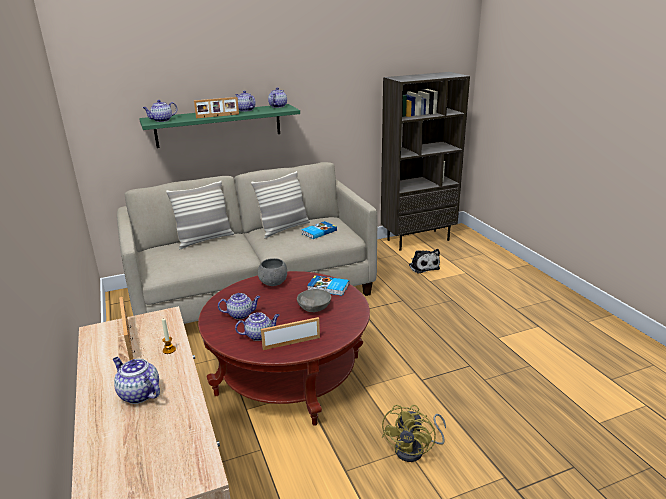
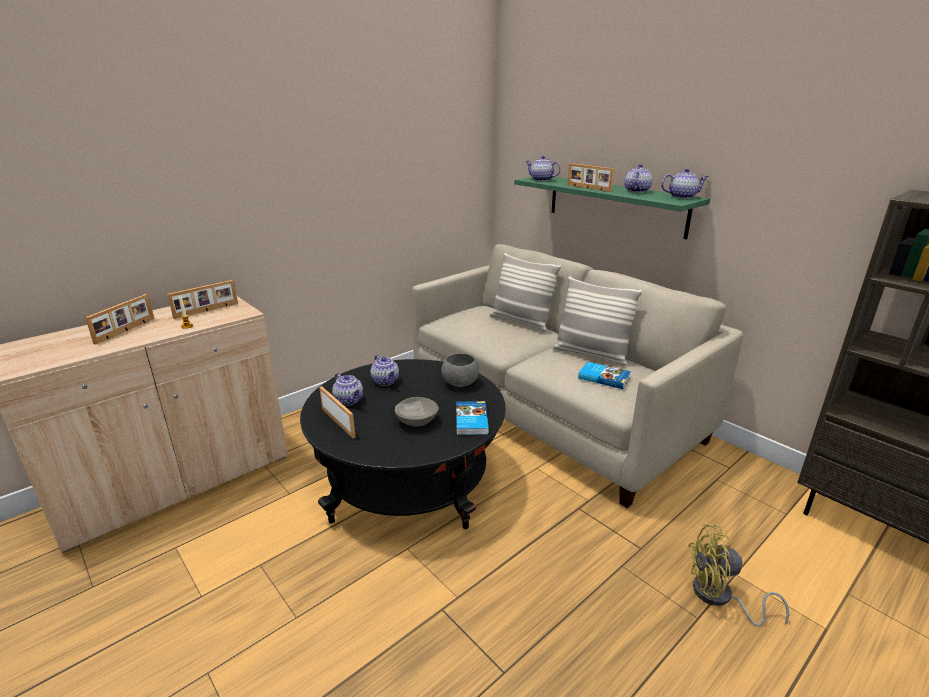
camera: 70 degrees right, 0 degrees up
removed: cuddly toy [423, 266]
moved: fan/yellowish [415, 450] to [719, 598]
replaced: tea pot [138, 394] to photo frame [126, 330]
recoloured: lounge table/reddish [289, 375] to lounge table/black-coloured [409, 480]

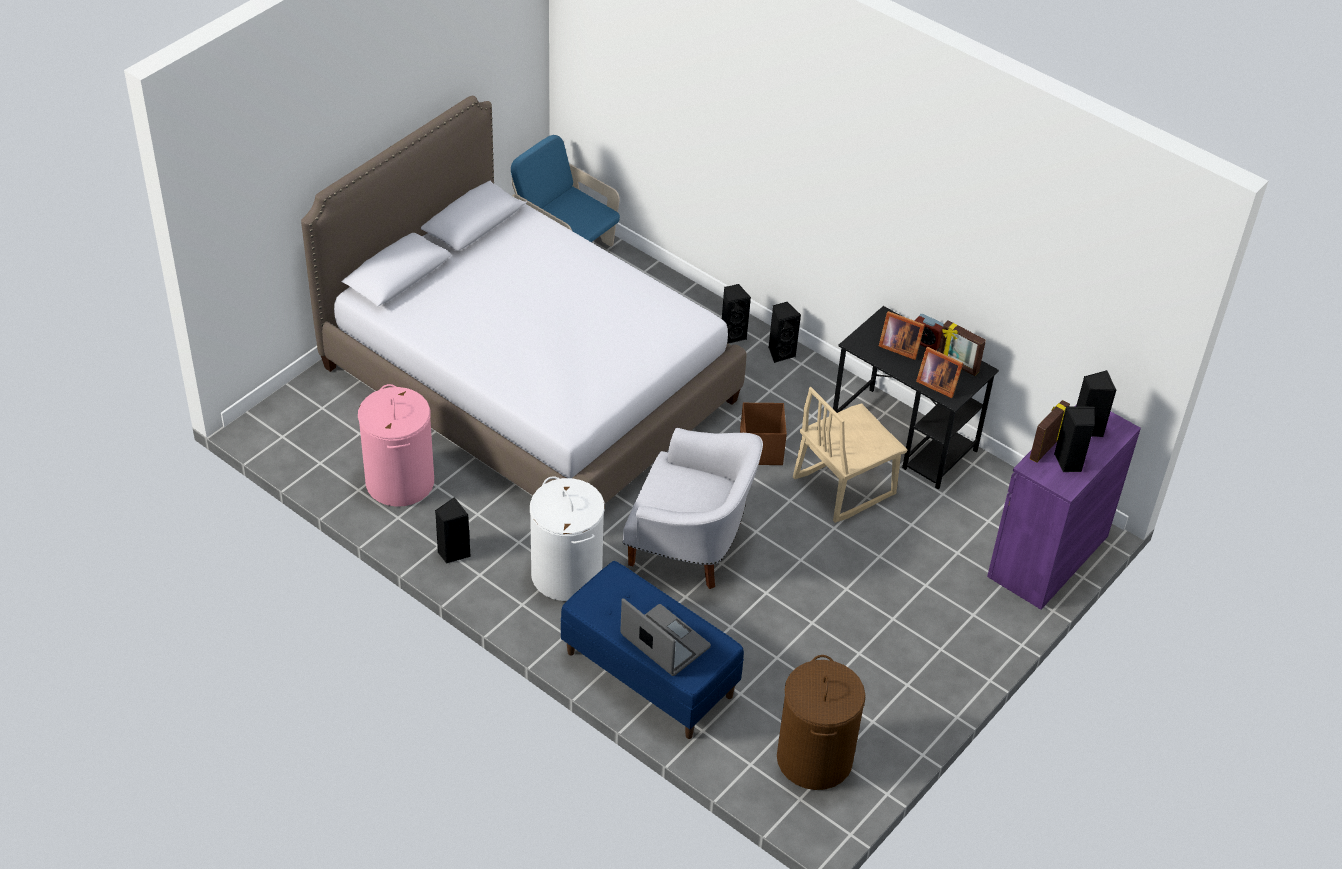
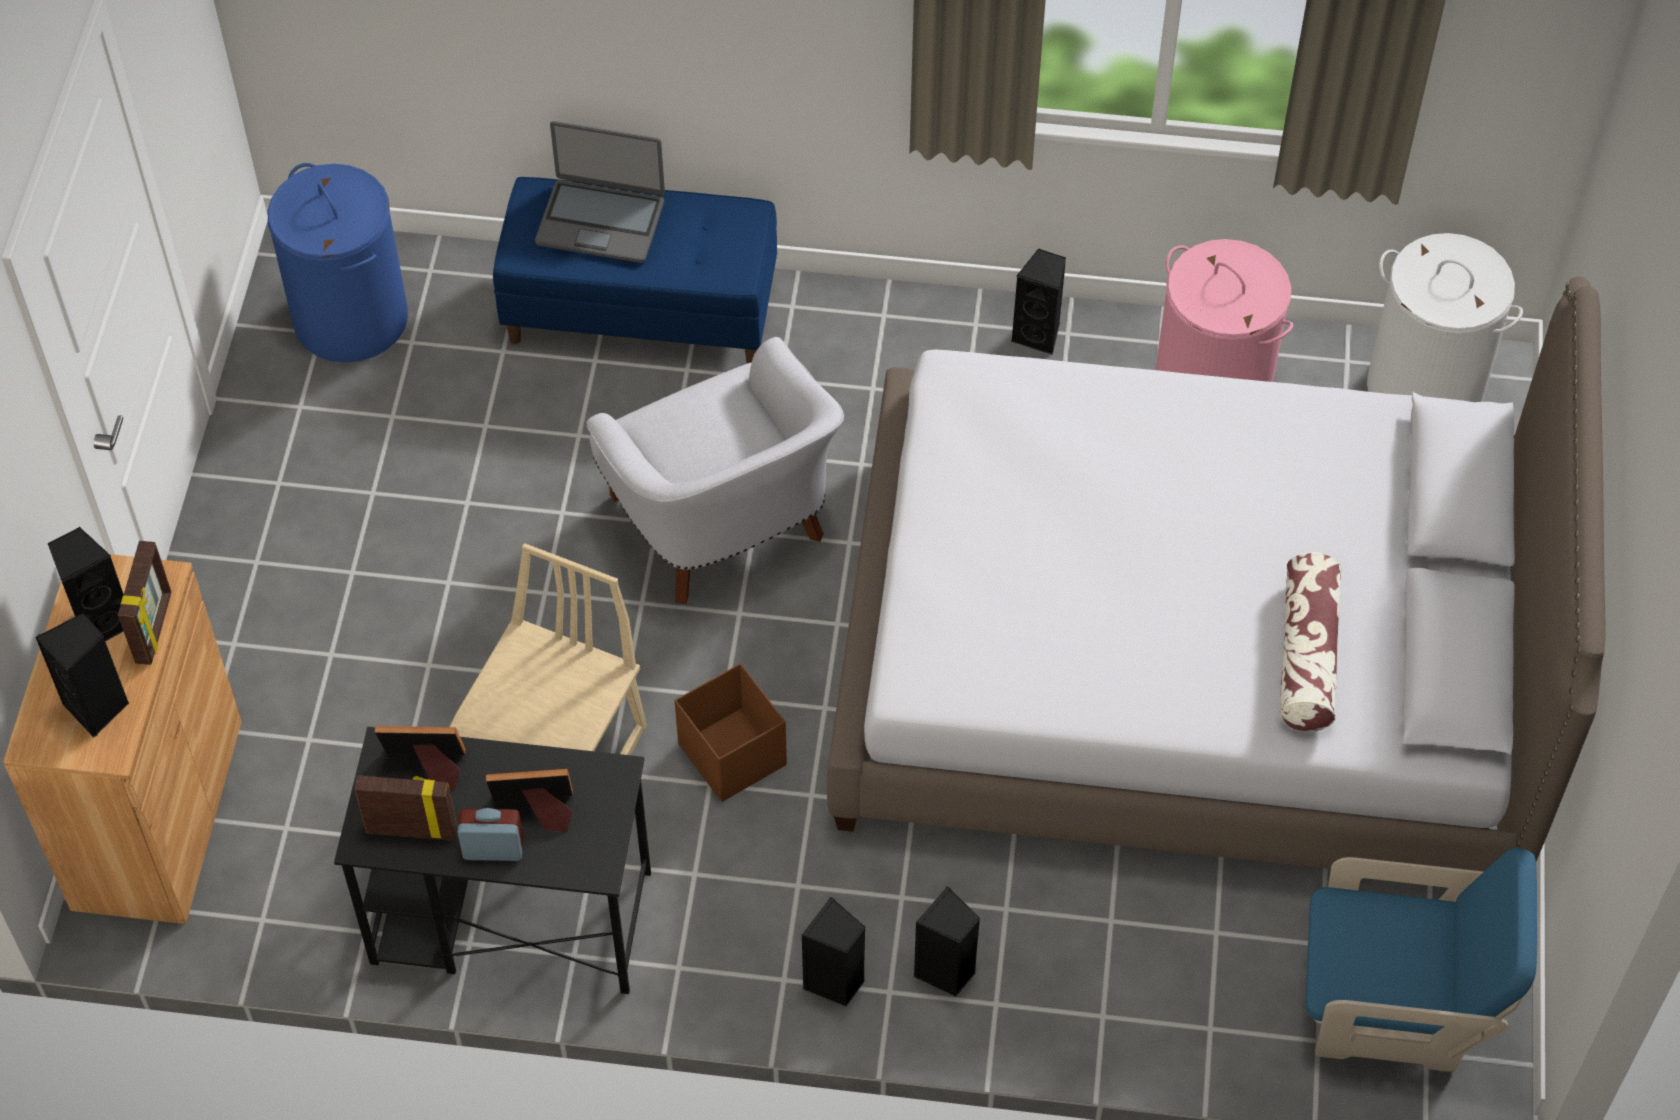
camera: 150 degrees right, 10 degrees up
added: cushion [1307, 655]
moved: hamper/white [567, 574] to [1424, 388]
recoloured: hamper/brownish [814, 758] to hamper/blue-coloured [351, 319]; cupboard/purple-coloured [1048, 556] to cupboard/brownish [157, 814]
turned: armchair/white [691, 545] = [721, 526] 105 degrees counterclockwise

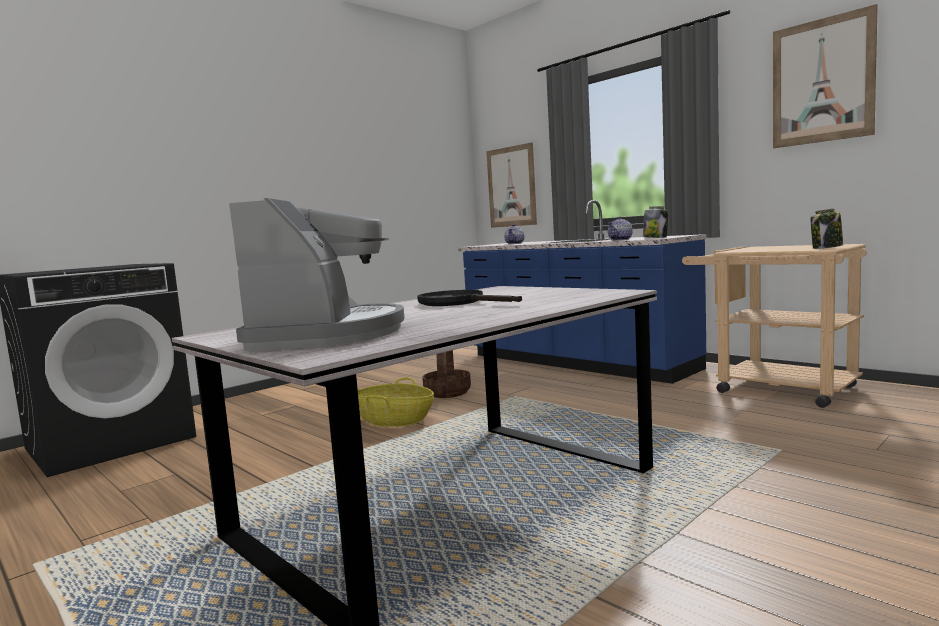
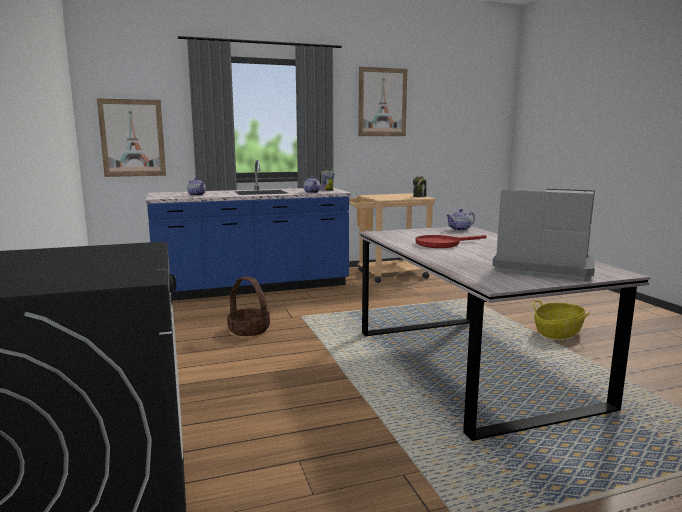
camera: 65 degrees left, 5 degrees up
added: tea pot [460, 229]
moved: basket [393, 420] to [558, 332]
recoloured: pan/black-coloured [458, 302] to pan/reddish [443, 244]

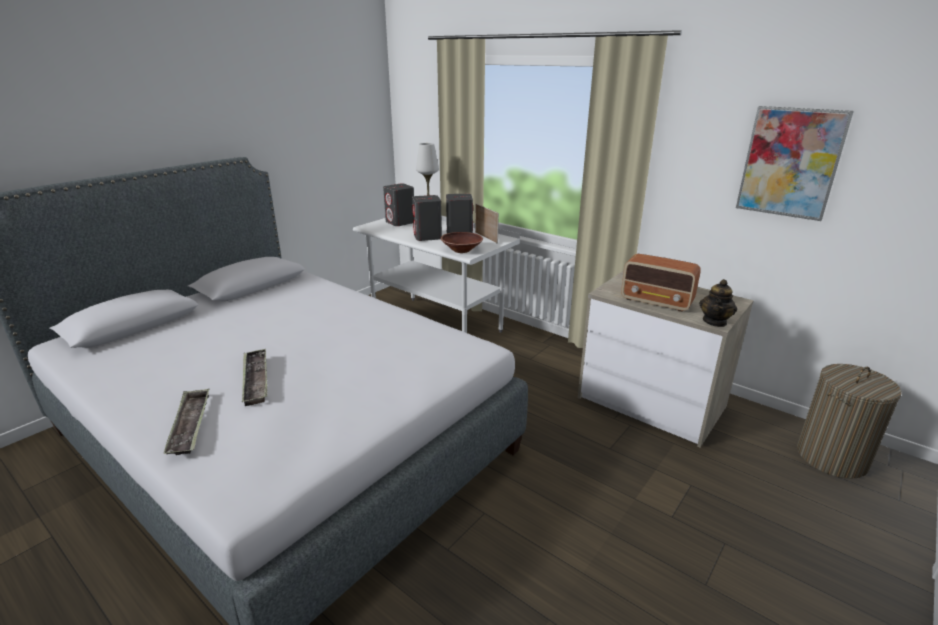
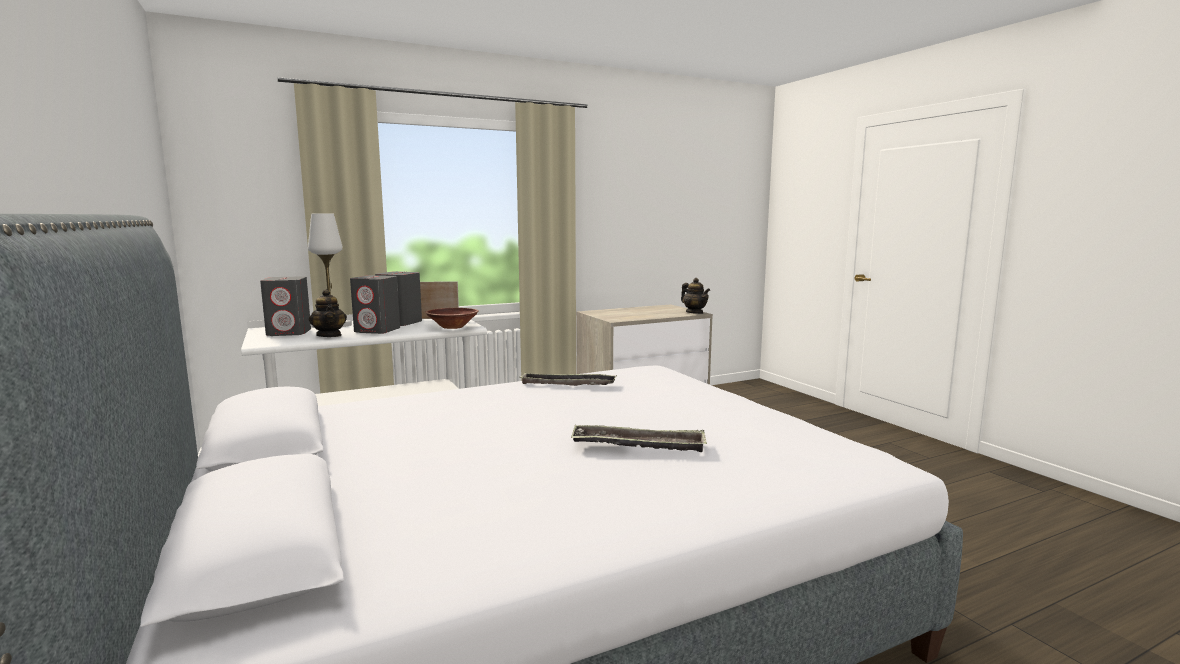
camera: 65 degrees left, 15 degrees down
removed: radio set [657, 302]; picture [790, 163]; hamper [831, 457]
added: tea pot [329, 335]
moved: serving tray [190, 425] to [568, 384]

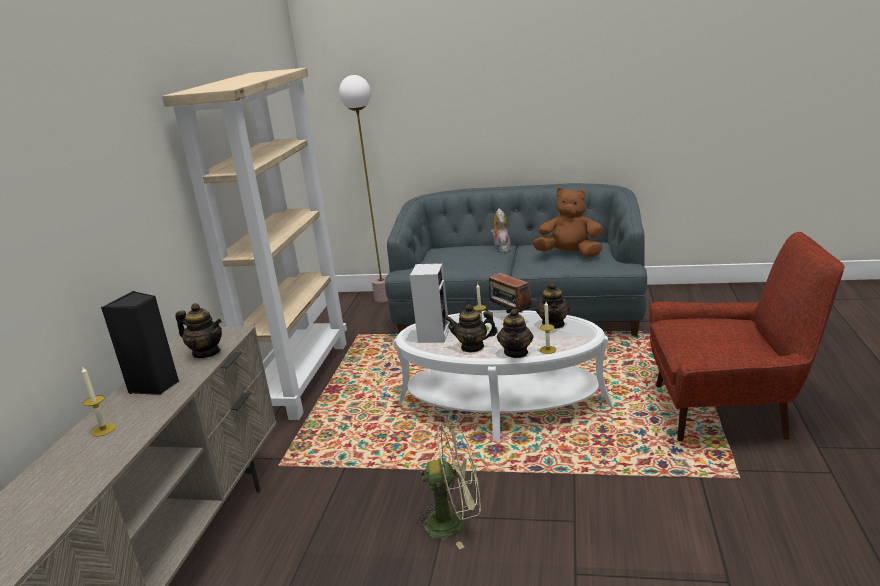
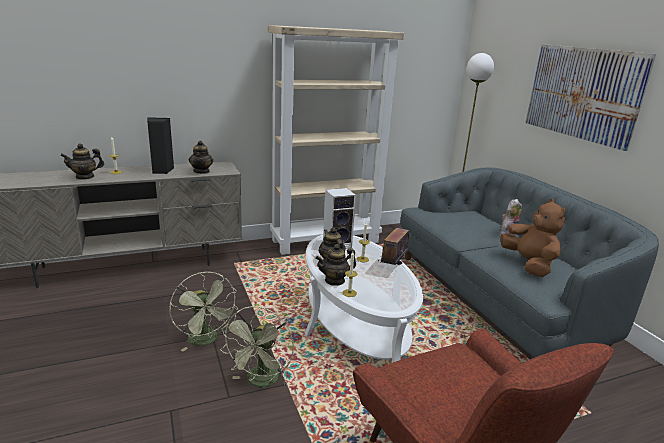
camera: 55 degrees right, 0 degrees up
added: fan/green [261, 382]; picture [582, 93]
moved: tea pot [553, 324] to [85, 177]

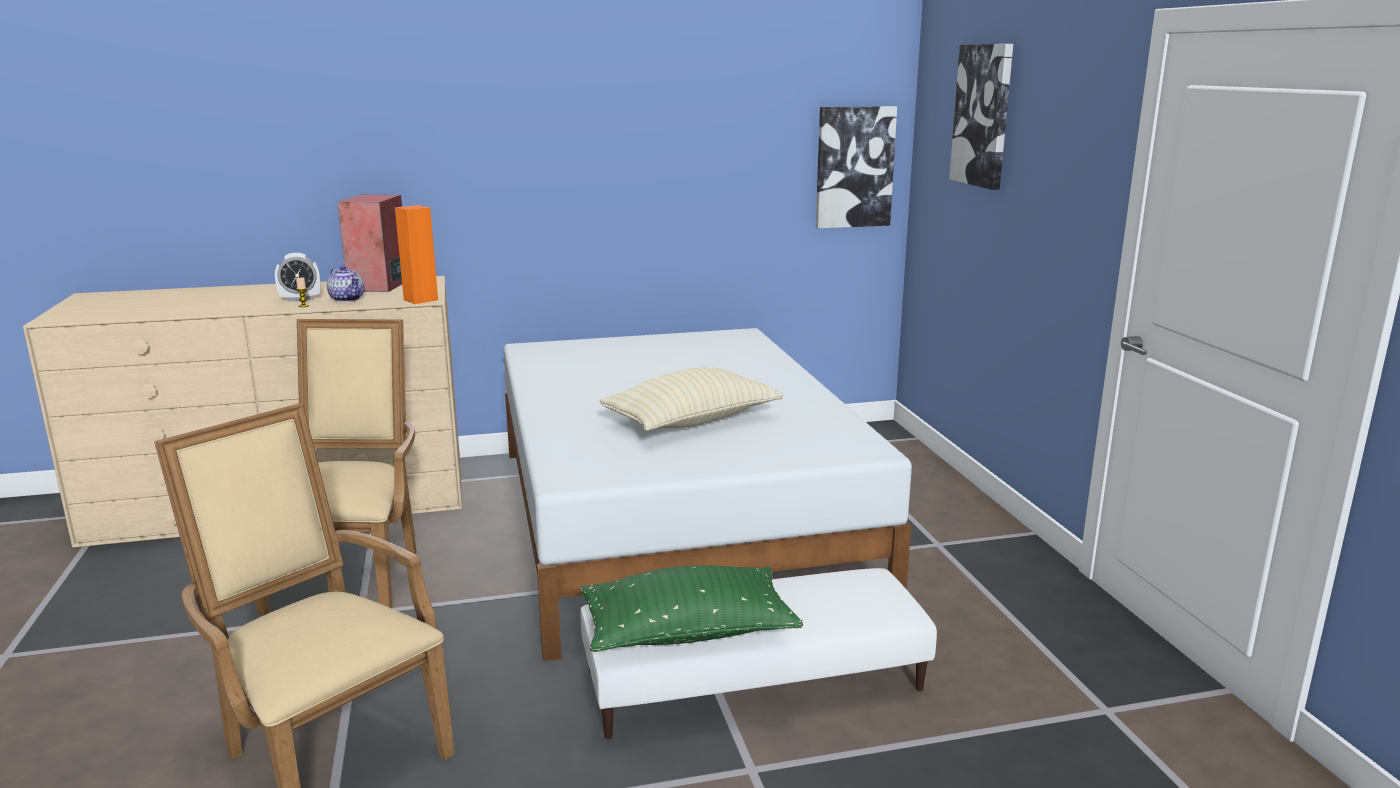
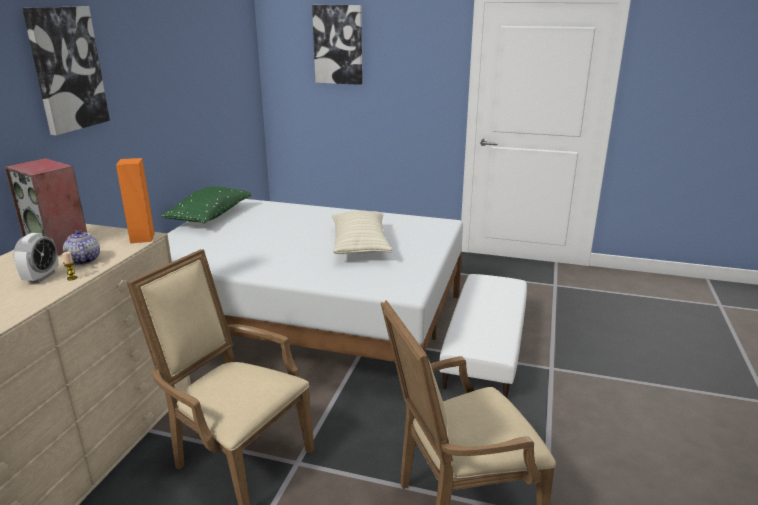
camera: 60 degrees left, 5 degrees up
moved: cushion/green [688, 633] to [210, 217]; picture [854, 167] to [66, 69]
turned: tea pot [347, 299] = [83, 260] 105 degrees counterclockwise

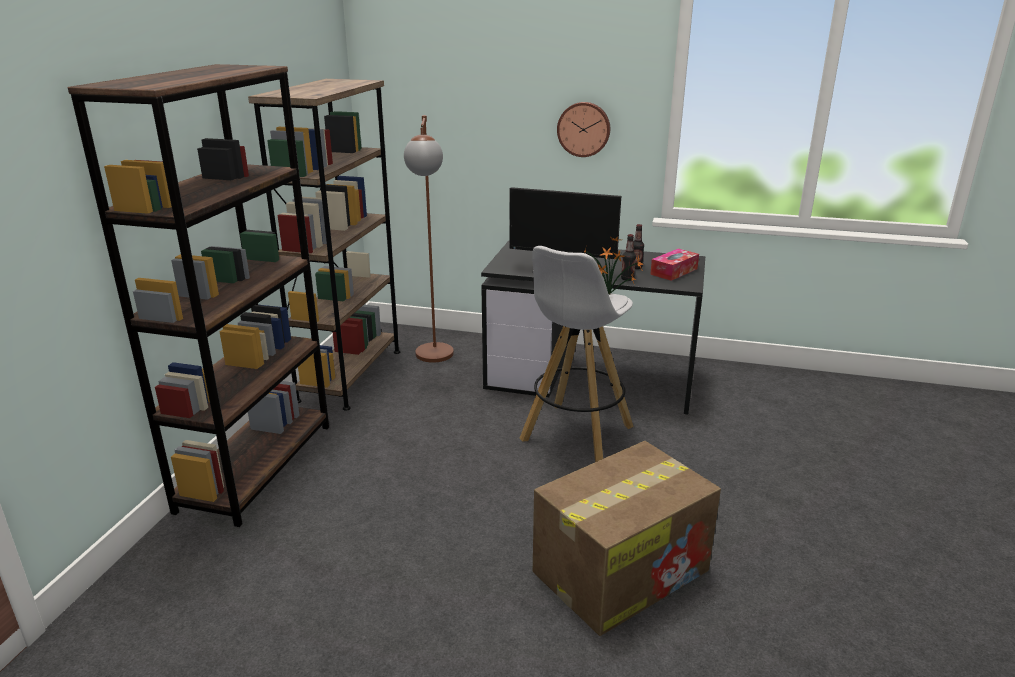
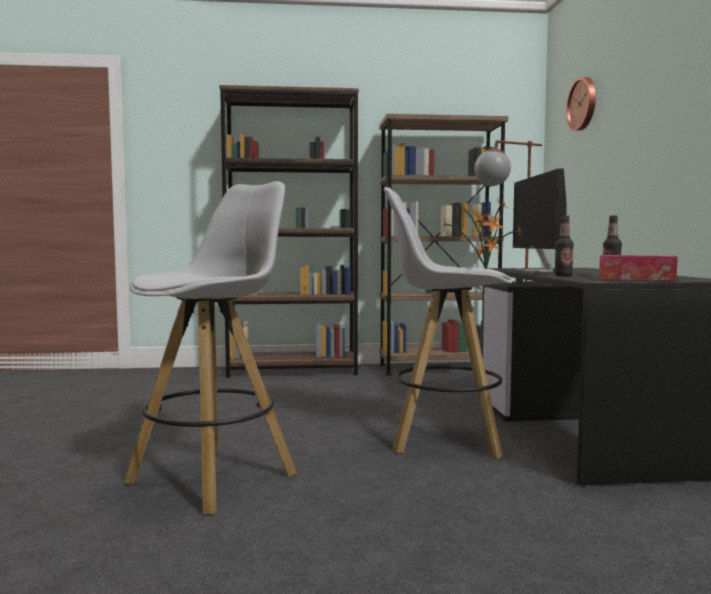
camera: 70 degrees right, 20 degrees down
moved: clock on the wall [584, 129] to [583, 104]
replaced: carton [622, 570] to sitting stool/white [214, 477]

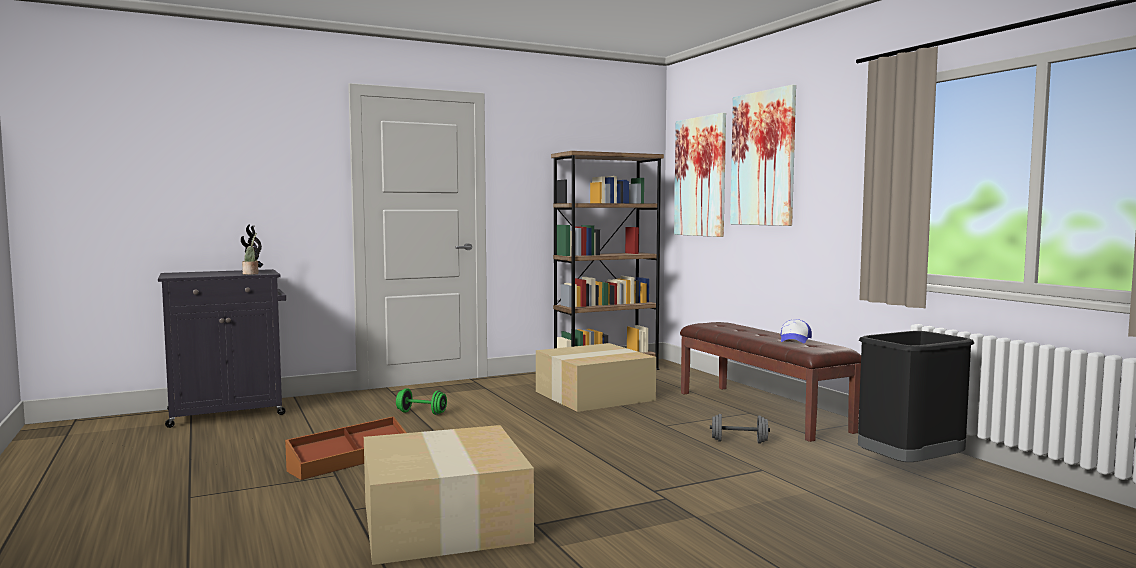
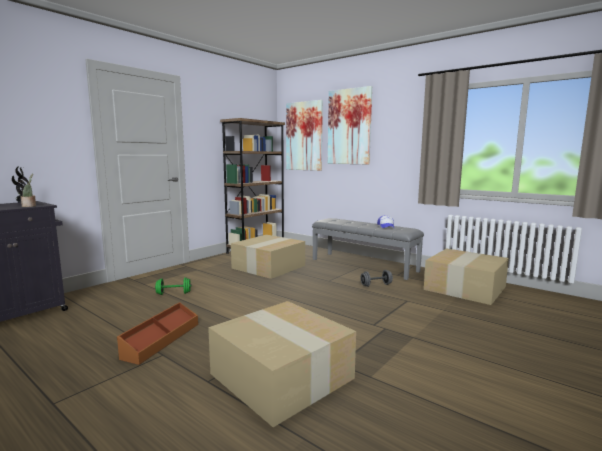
camera: 25 degrees left, 5 degrees up
replaced: waste bin/black-coloured [910, 467] to carton [464, 287]
recoloured: indoor bench/brownish [762, 411] to indoor bench/gray [364, 265]

